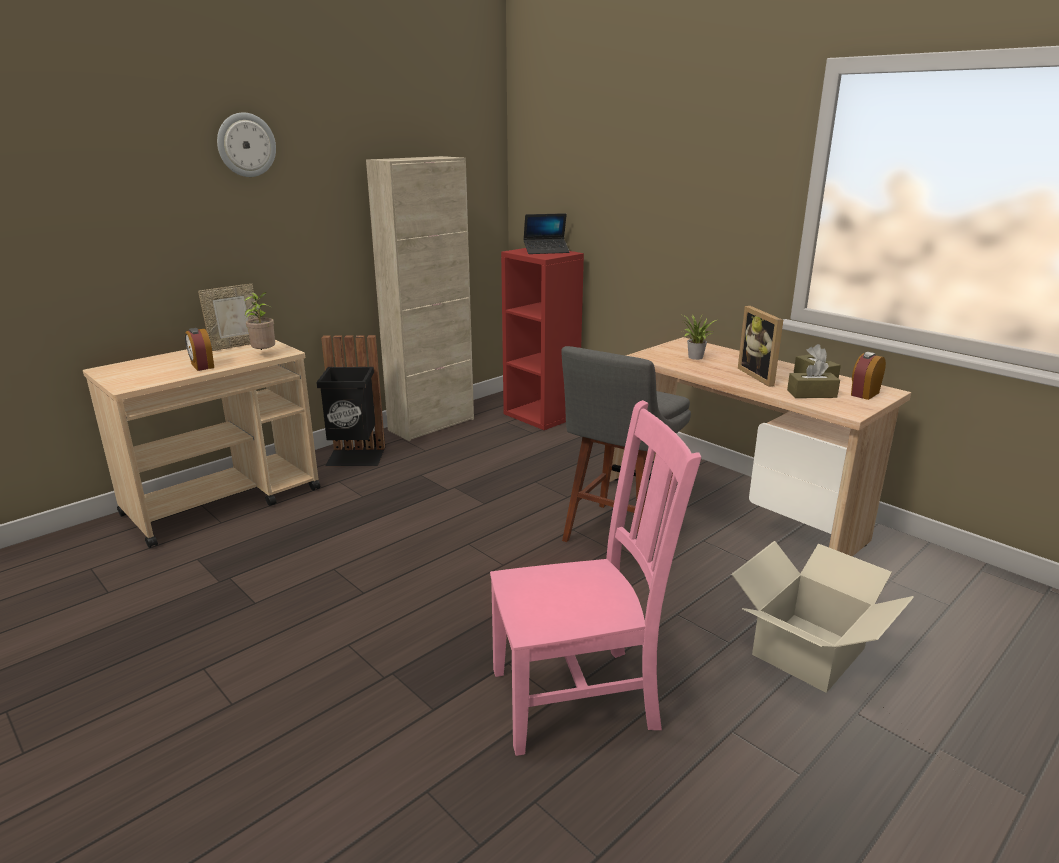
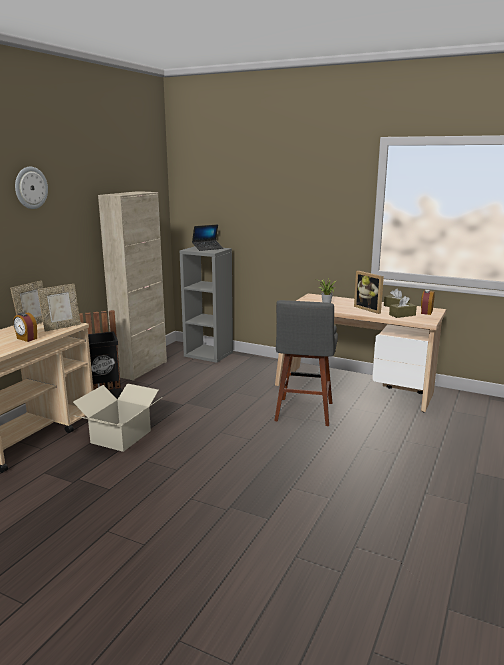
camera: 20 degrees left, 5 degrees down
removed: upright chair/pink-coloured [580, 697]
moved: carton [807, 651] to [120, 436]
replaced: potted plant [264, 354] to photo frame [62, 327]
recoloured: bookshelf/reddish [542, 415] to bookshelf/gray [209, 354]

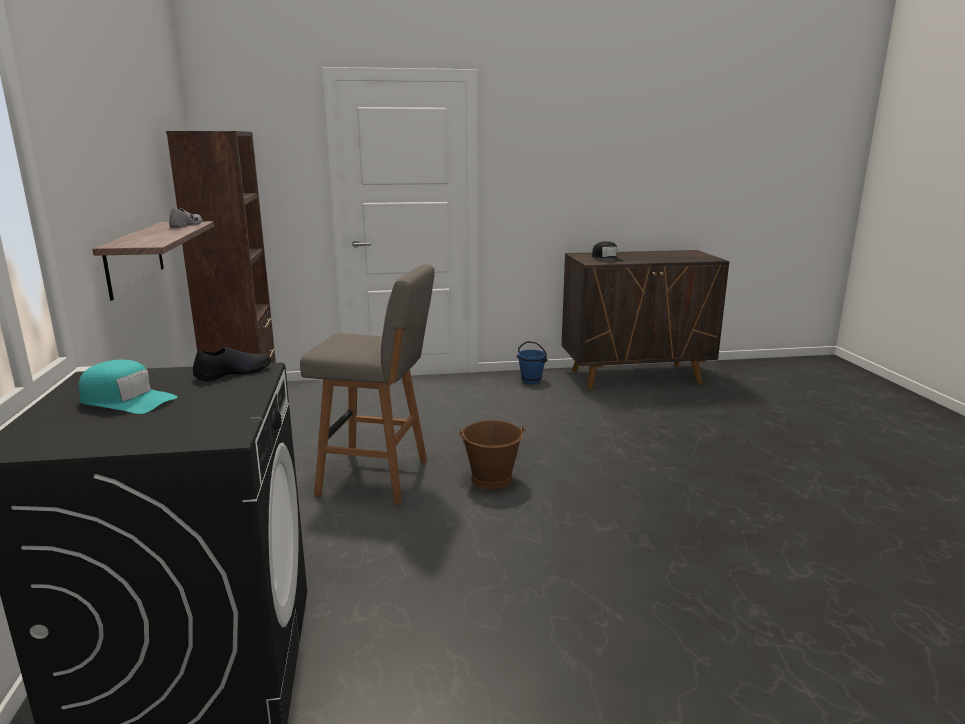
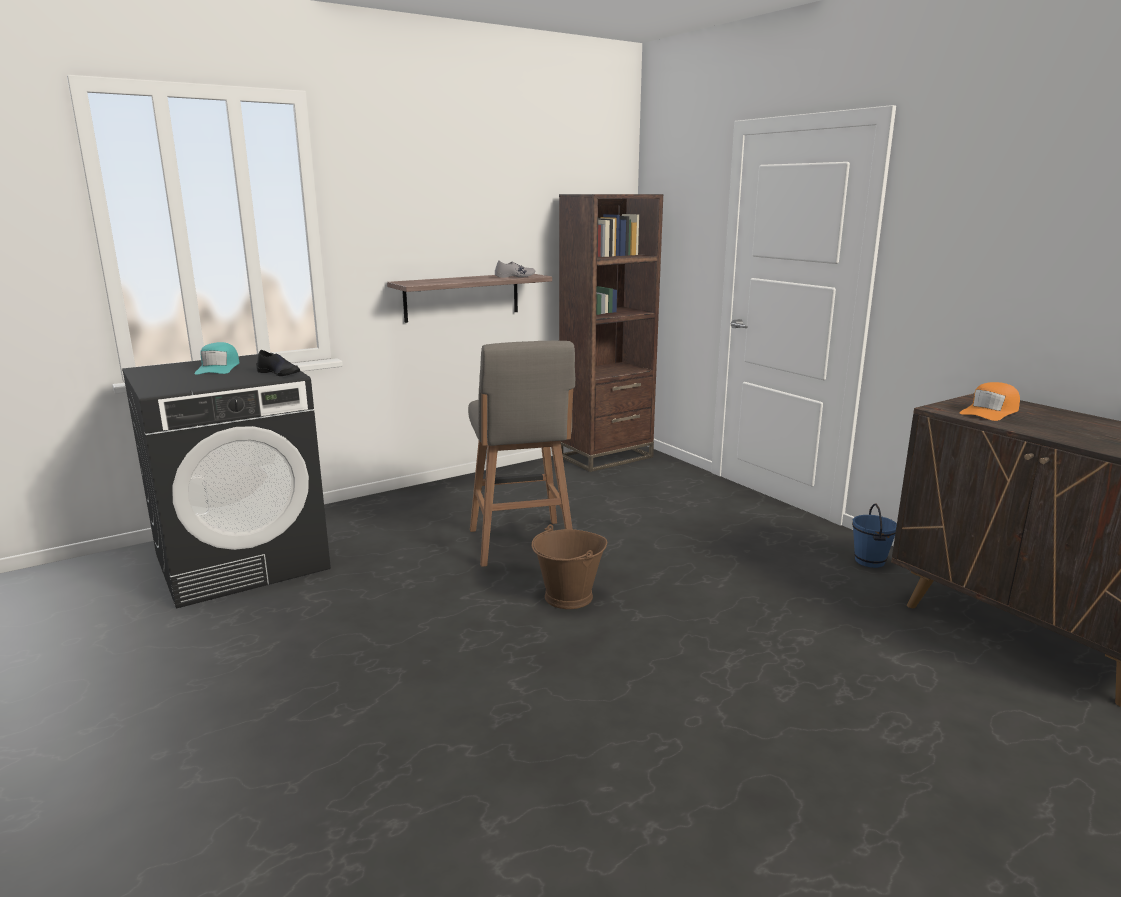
camera: 65 degrees right, 0 degrees up
recoloured: baseball cap/black-coloured [606, 259] to baseball cap/orangey [990, 412]

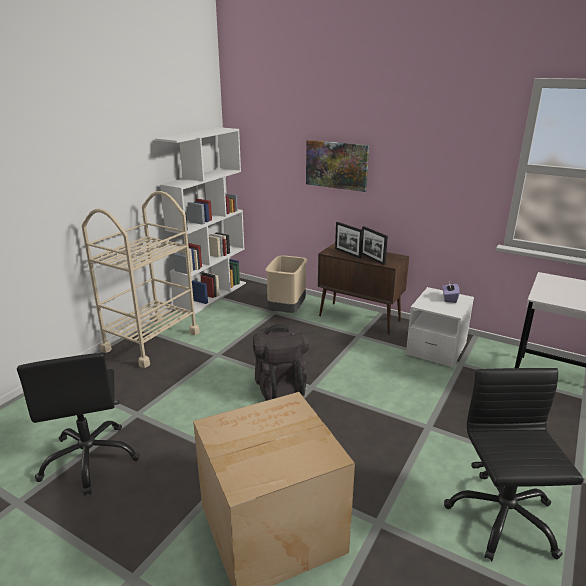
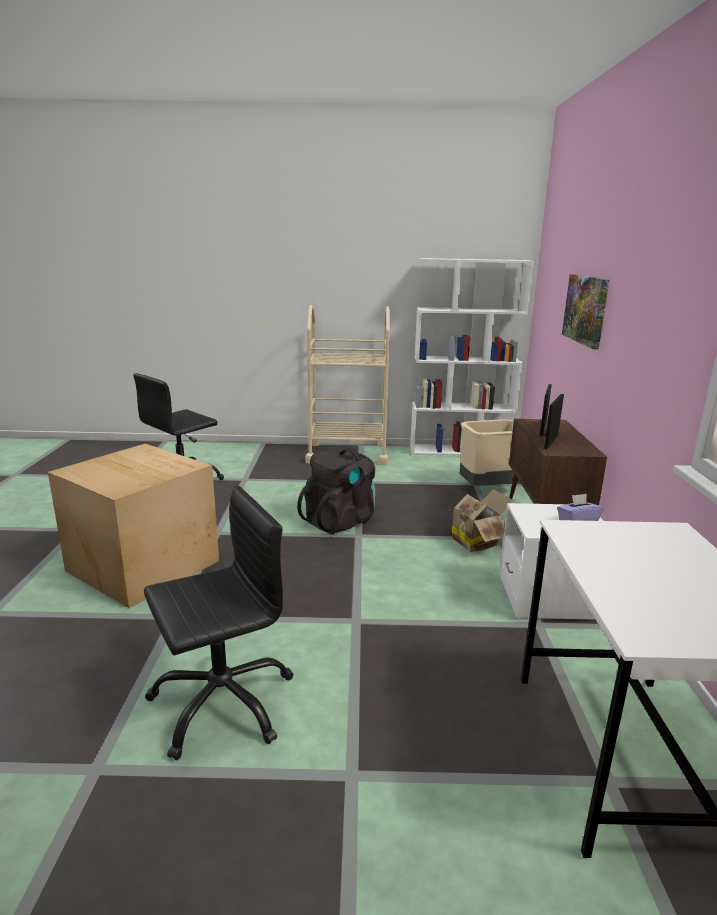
camera: 60 degrees right, 5 degrees down
added: carton [476, 541]

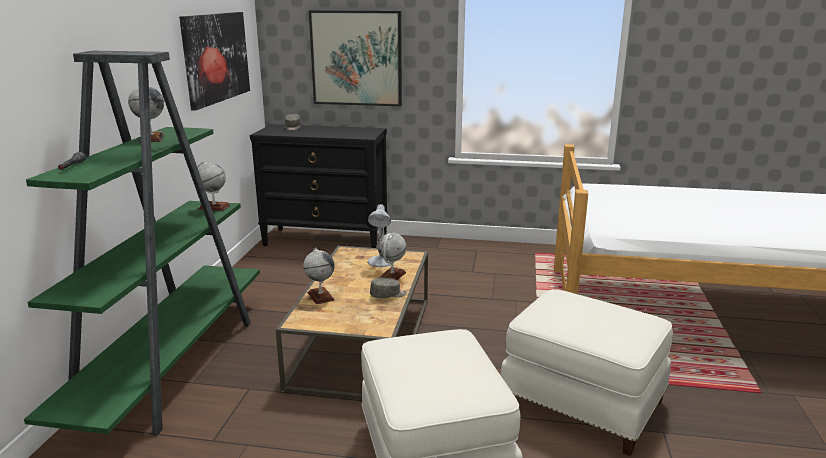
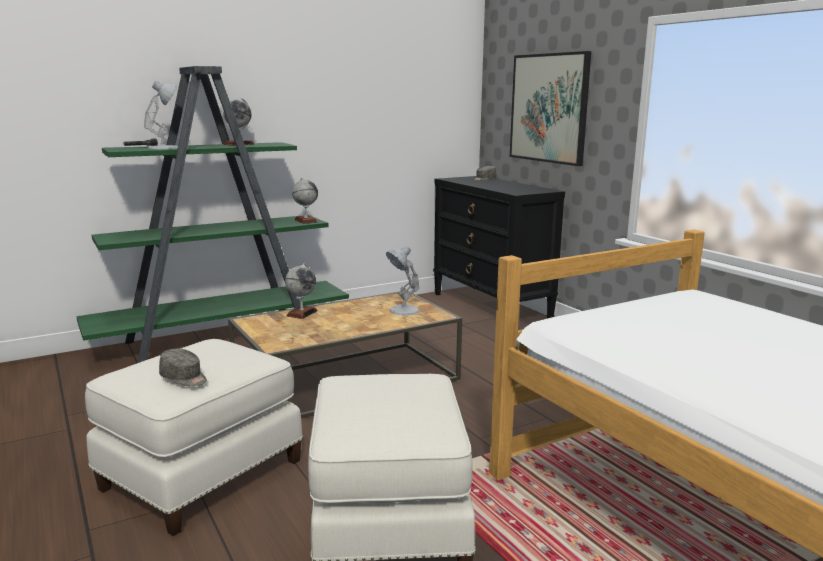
camera: 50 degrees right, 5 degrees down
removed: picture [216, 57]; world globe [392, 276]
added: tabletop lamp/white [165, 148]
moved: baseball cap/gray [388, 295] to [184, 378]

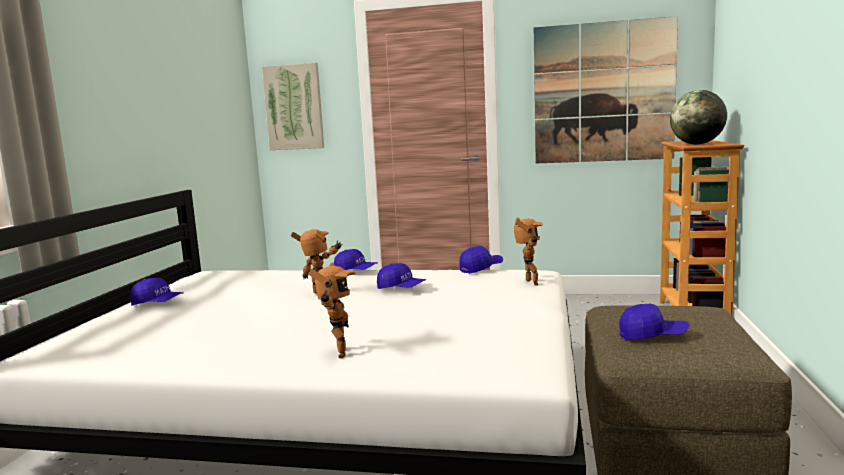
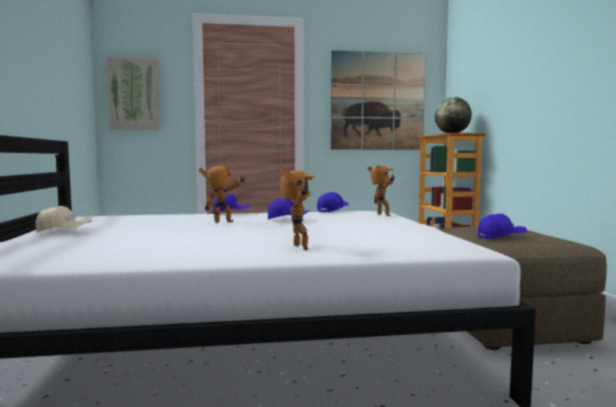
camera: 20 degrees left, 5 degrees down
recoloured: baseball cap/blue-coloured [158, 303] to baseball cap/beige-coloured [64, 231]

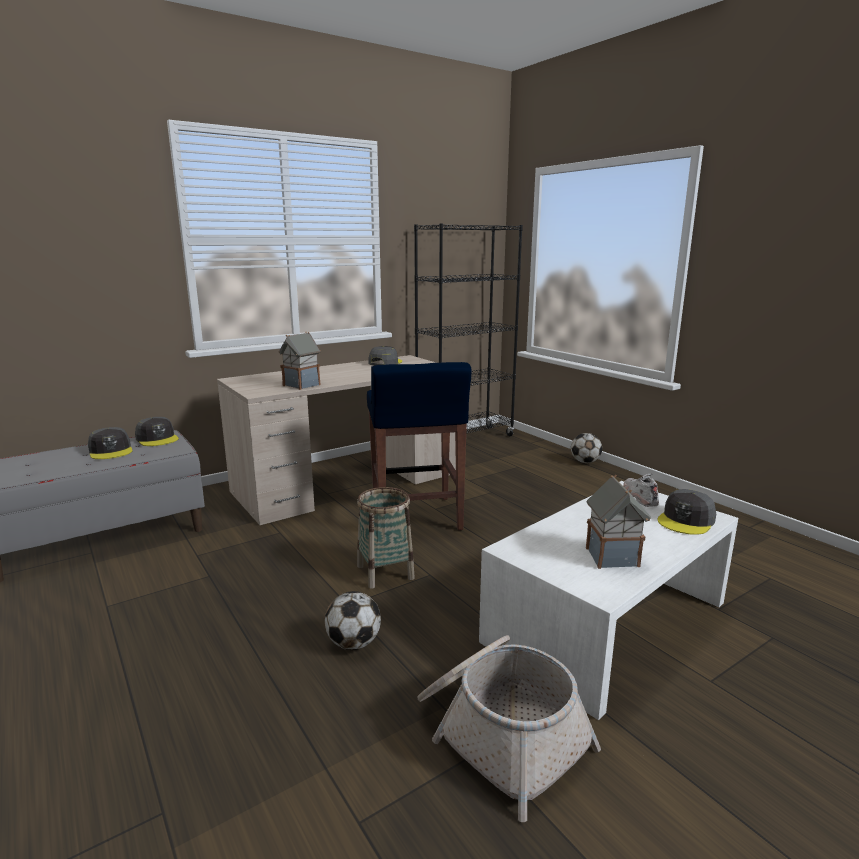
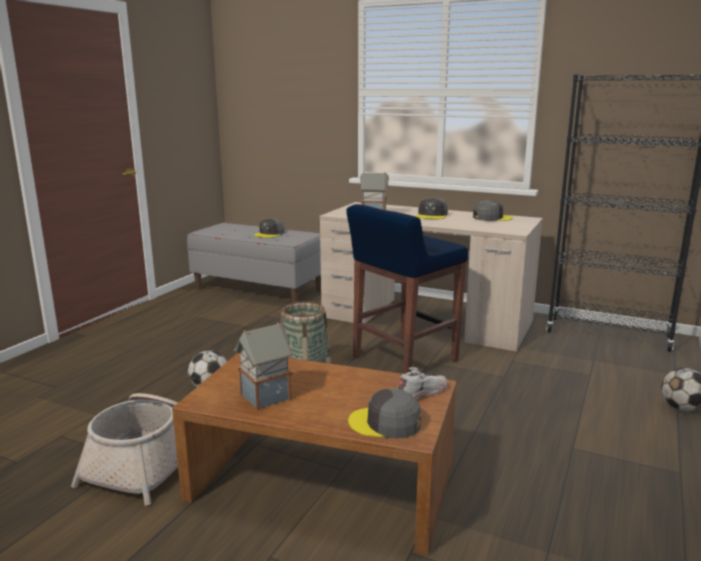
camera: 60 degrees right, 0 degrees up
moved: baseball cap/gray [157, 439] to [432, 215]
recoloured: lounge table/white [608, 622] to lounge table/brownish [321, 484]

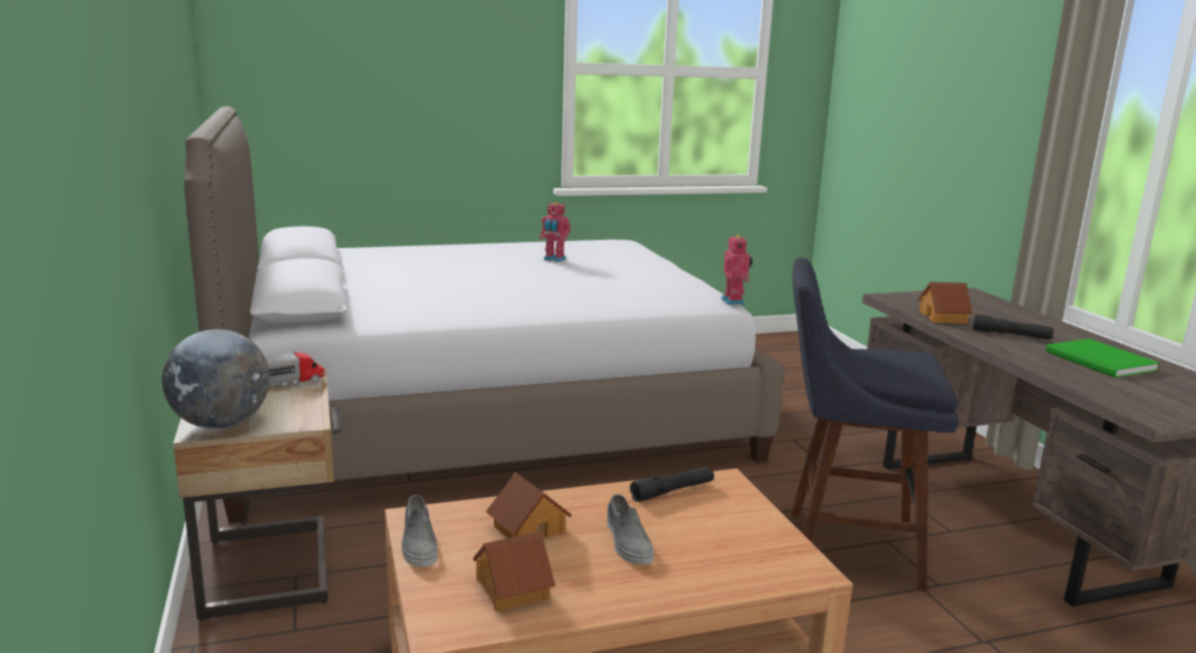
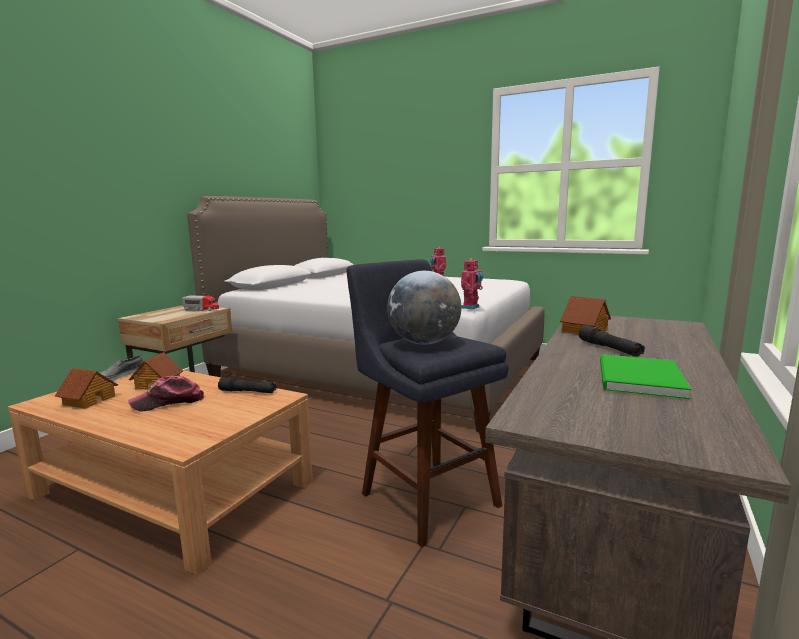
camera: 45 degrees right, 5 degrees down
moved: world globe [221, 424] to [424, 343]
replaced: low shoe/gray [627, 542] to baseball cap [169, 402]

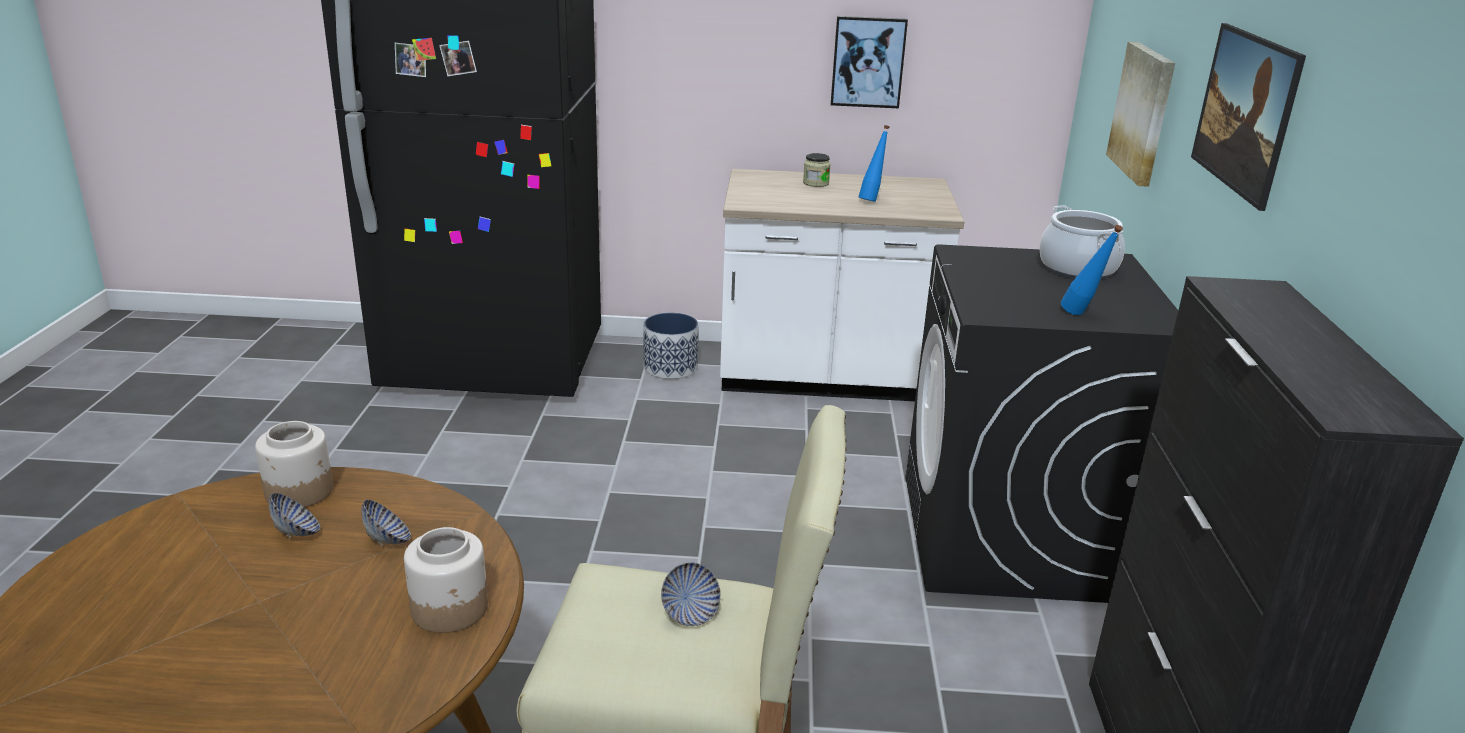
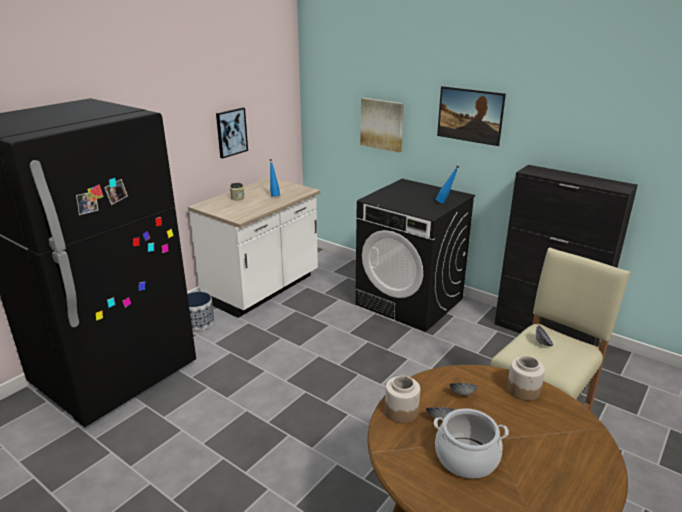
camera: 55 degrees left, 0 degrees up
moved: cooking pot [1078, 268] to [466, 458]

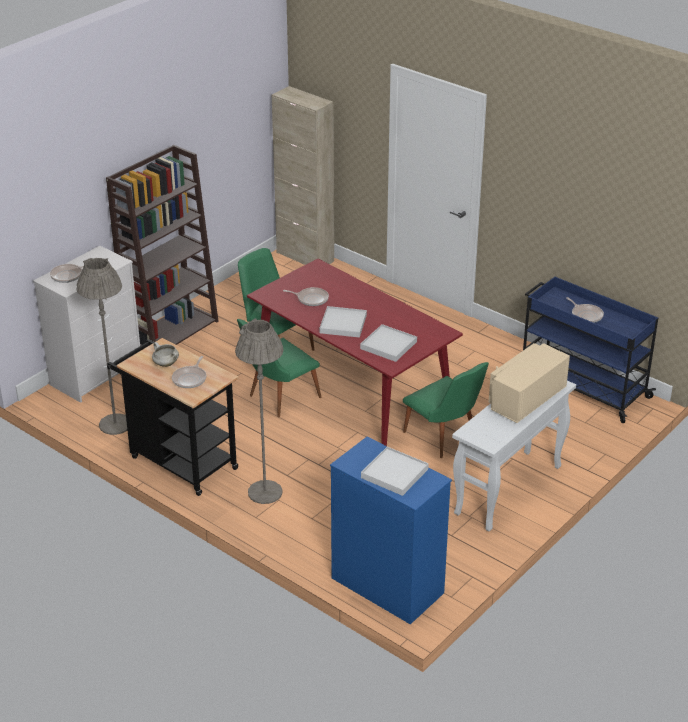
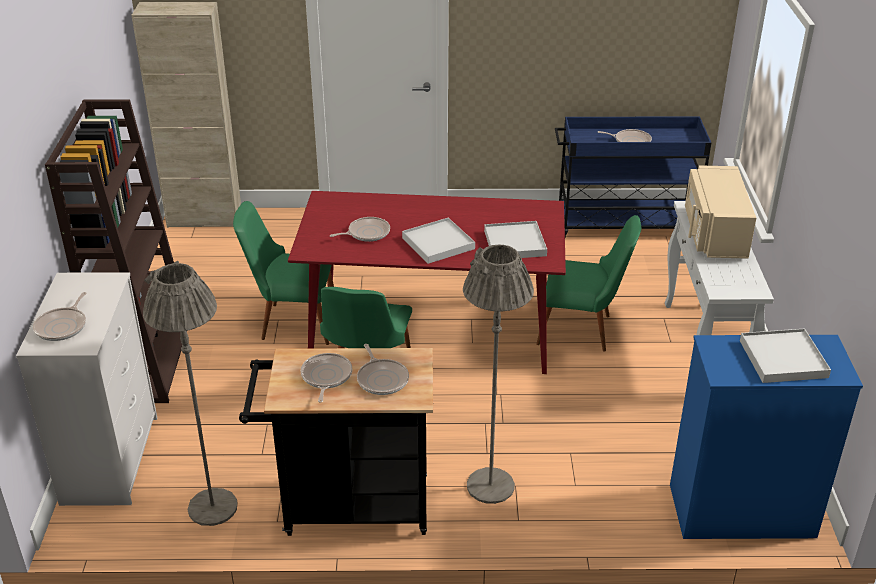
camera: 40 degrees left, 0 degrees up
replaced: cooking pot/white [165, 364] to pan [326, 377]

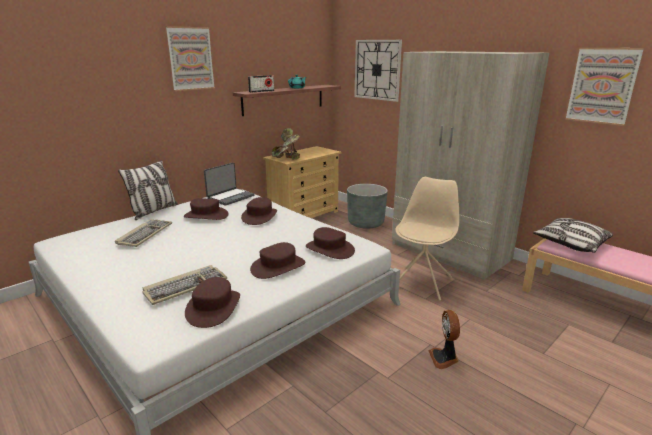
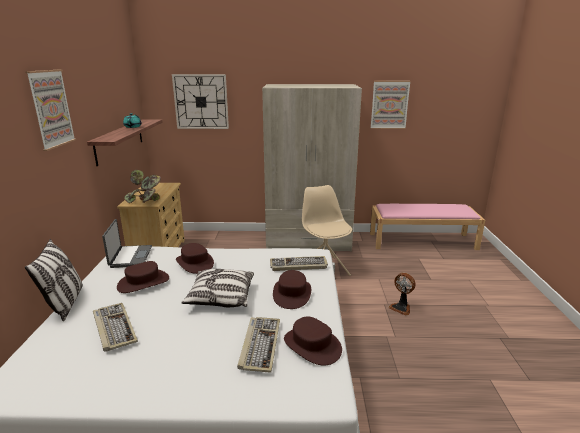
camera: 45 degrees left, 0 degrees up
removed: radio set [261, 91]; flower pot/gray [366, 223]
moved: cushion [570, 244] to [221, 297]
replaced: wearable hat/brownish [329, 249] to keyboard [298, 265]

